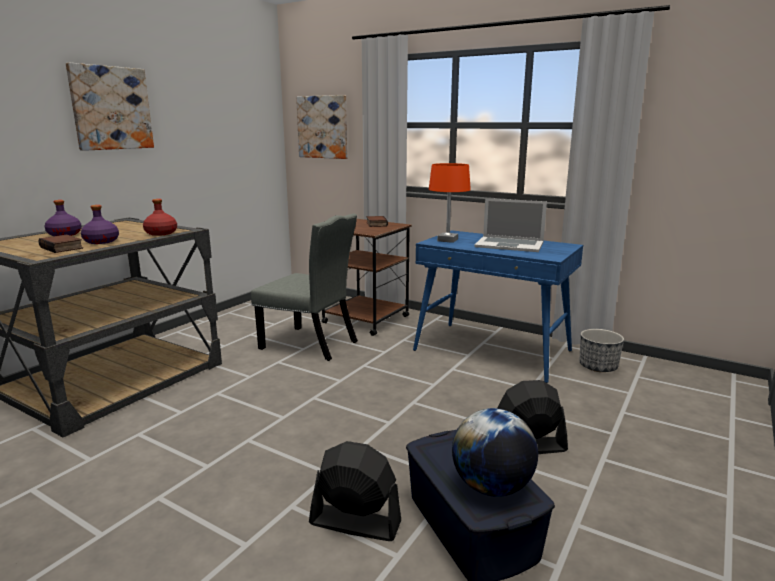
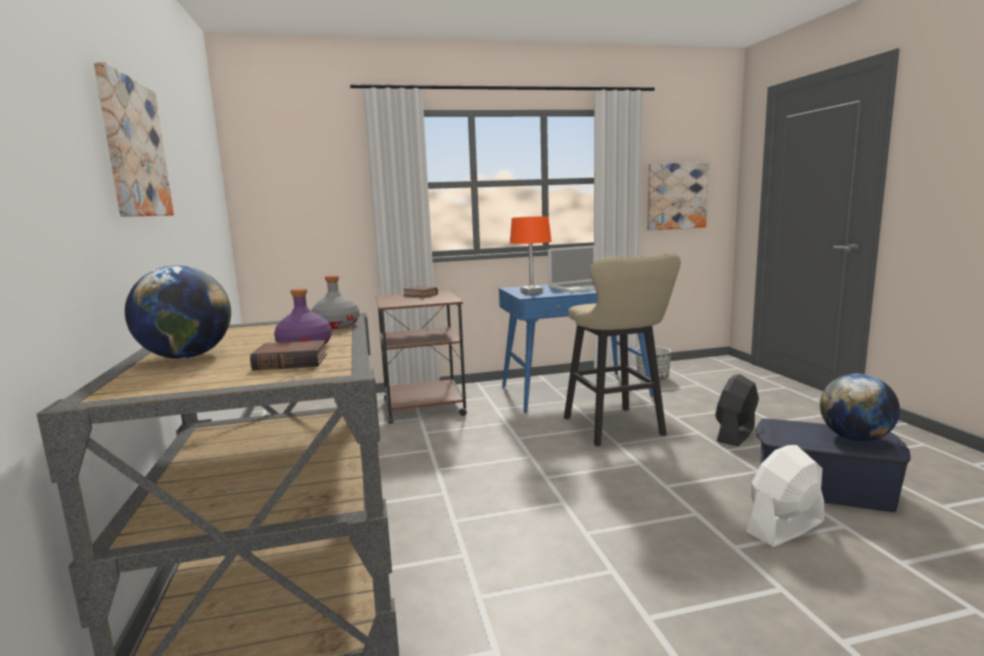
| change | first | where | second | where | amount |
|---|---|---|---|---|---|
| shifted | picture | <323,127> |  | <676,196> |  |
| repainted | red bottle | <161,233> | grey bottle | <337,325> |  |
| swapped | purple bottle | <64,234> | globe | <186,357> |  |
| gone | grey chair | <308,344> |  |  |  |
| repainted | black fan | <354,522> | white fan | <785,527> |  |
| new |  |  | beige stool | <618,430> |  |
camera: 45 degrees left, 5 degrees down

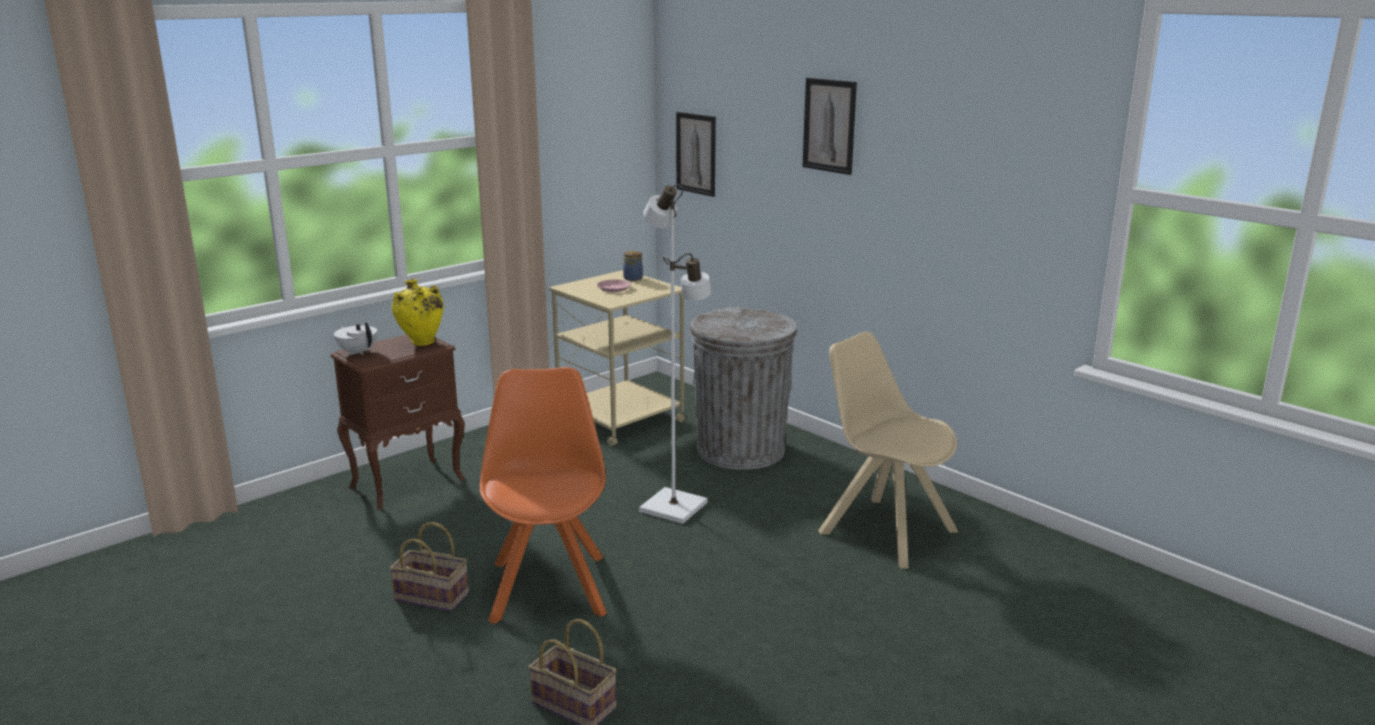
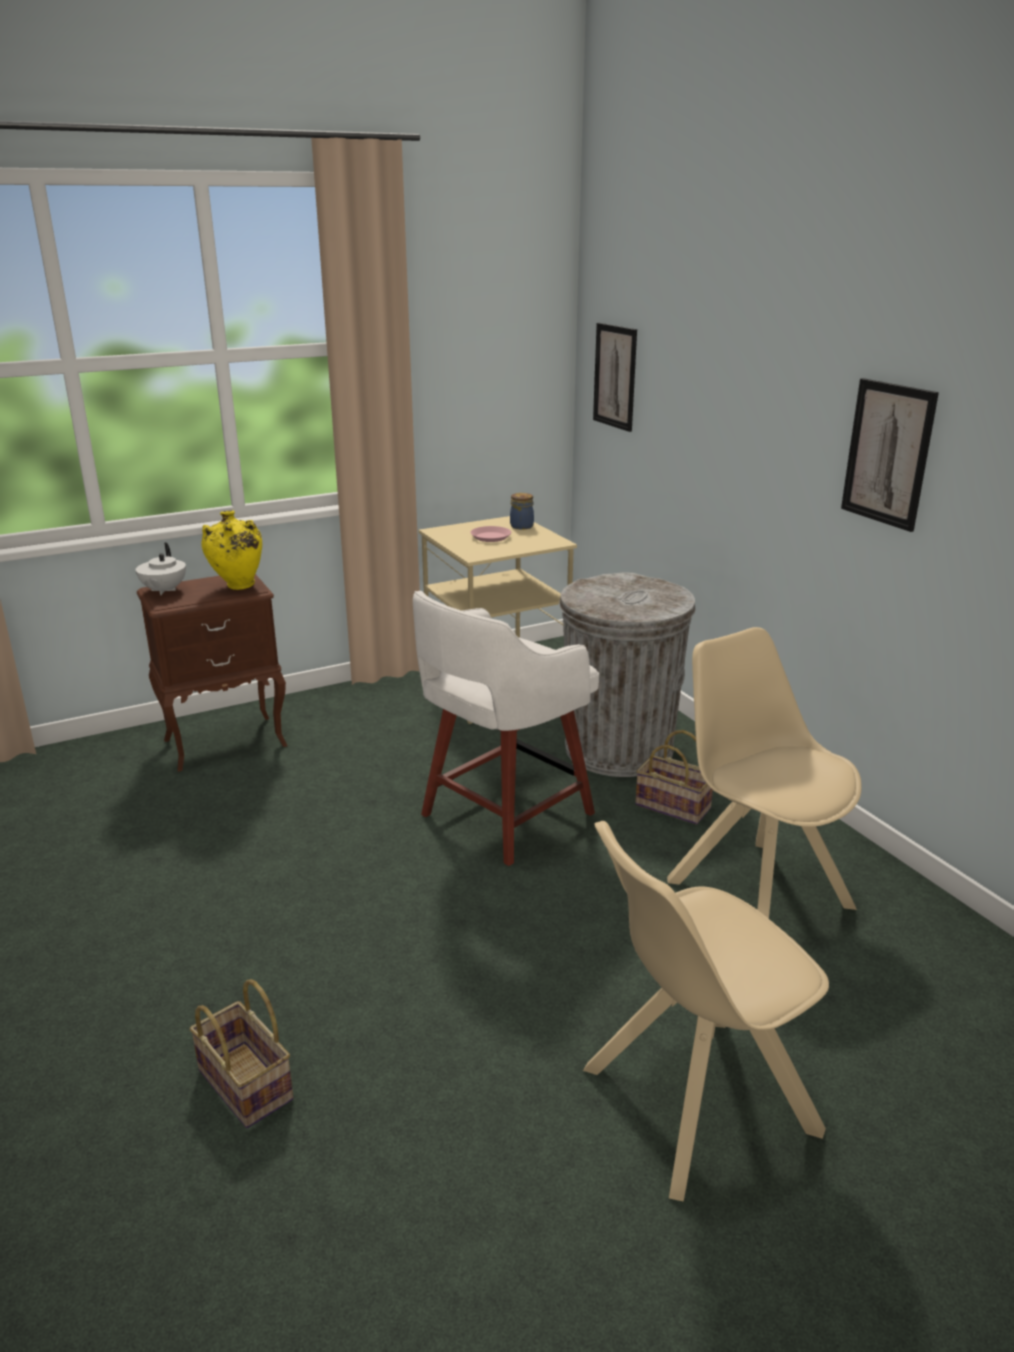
| change | first | where | second | where | amount |
|---|---|---|---|---|---|
| shifted | picture | <829,125> |  | <888,454> |  |
| swapped | white floor lamp | <673,507> | white stool | <502,816> |  |
| rotated | white teapot | <358,352> |  | <163,591> | 150 degrees counterclockwise |
| gone | orange chair | <549,585> |  |  |  |
| shifted | basket | <434,596> |  | <675,806> |  |
| new |  |  | beige chair | <693,1102> |  |
camera: 15 degrees right, 5 degrees up

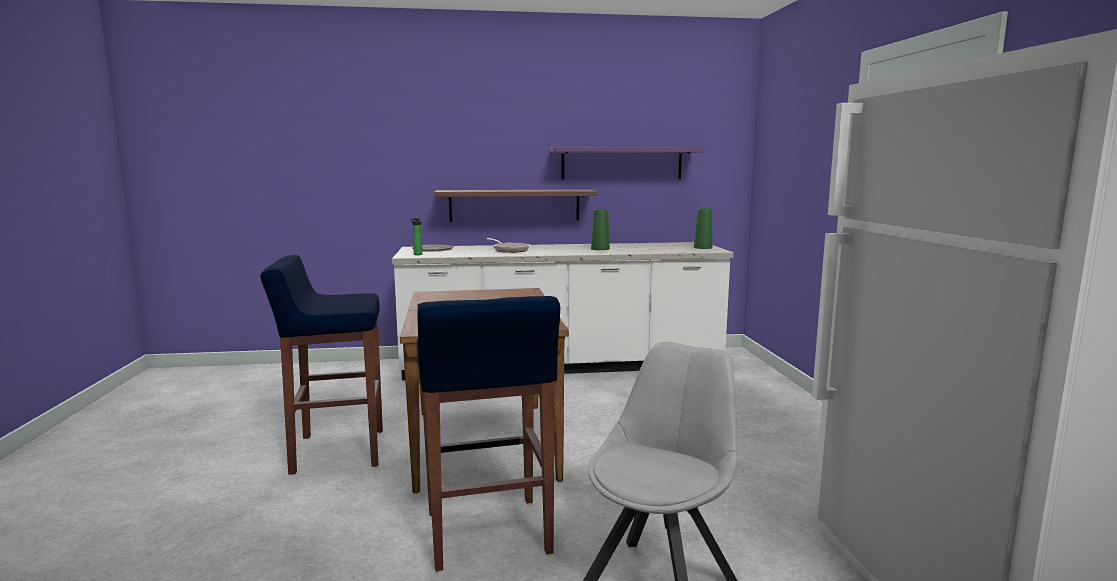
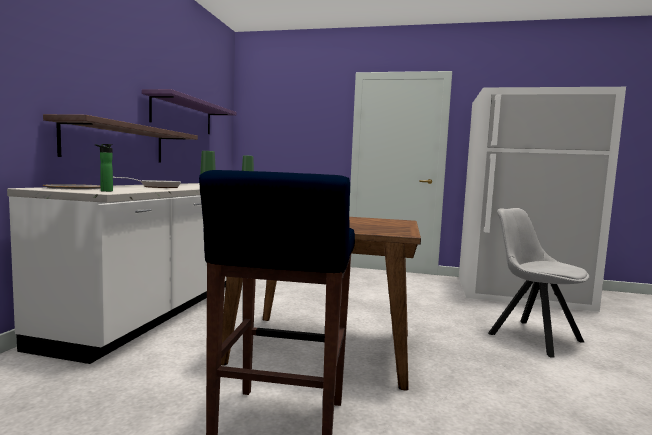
| change | first | where | second | where | amount |
|---|---|---|---|---|---|
| gone | blue stool | <487,534> |  |  |  |
camera: 70 degrees left, 5 degrees down

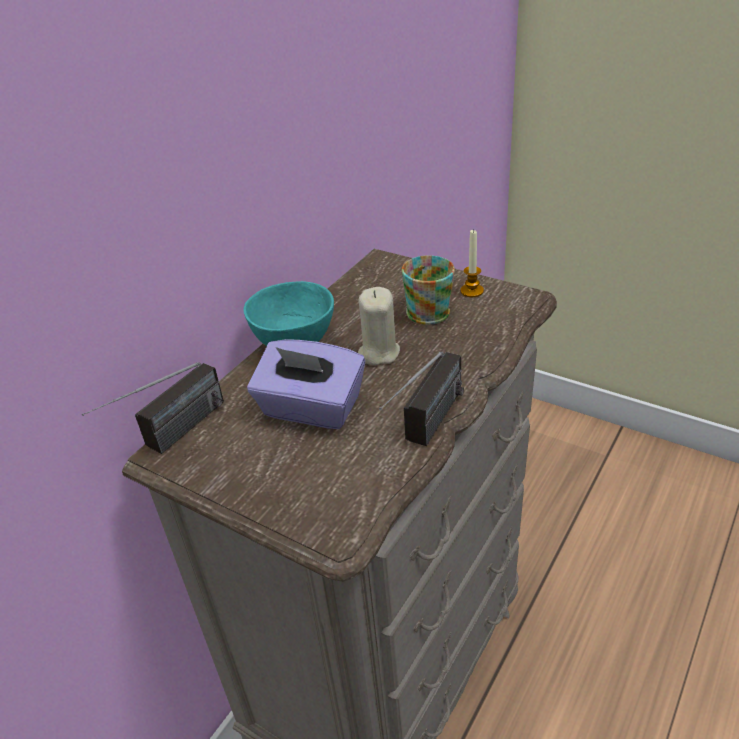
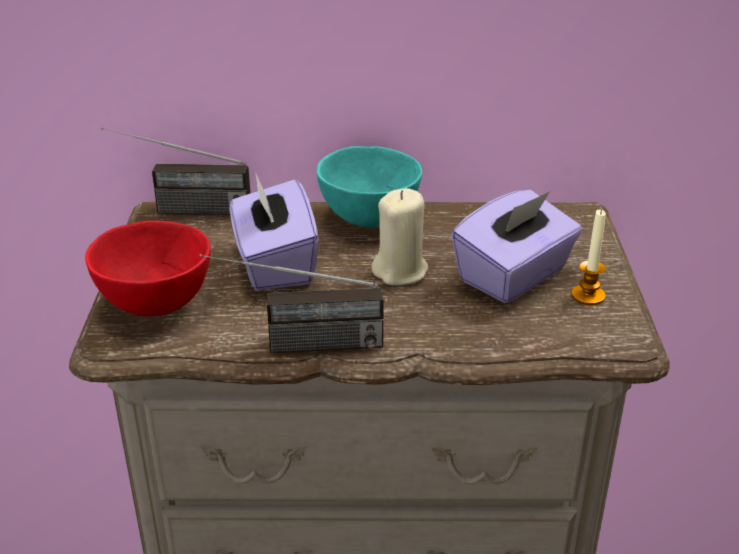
| change | first | where | second | where | amount |
|---|---|---|---|---|---|
| swapped | mug | <427,309> | purple tissue box | <514,276> |  |
| new |  |  | red bowl | <154,303> |  |
camera: 55 degrees right, 5 degrees down

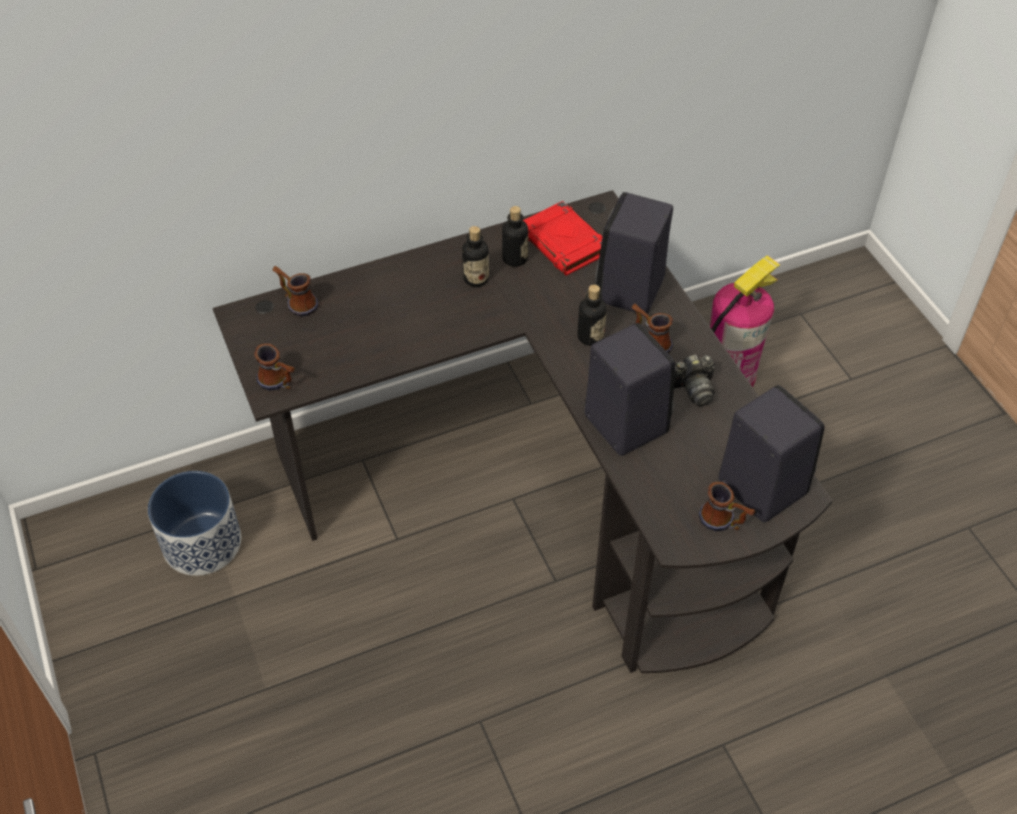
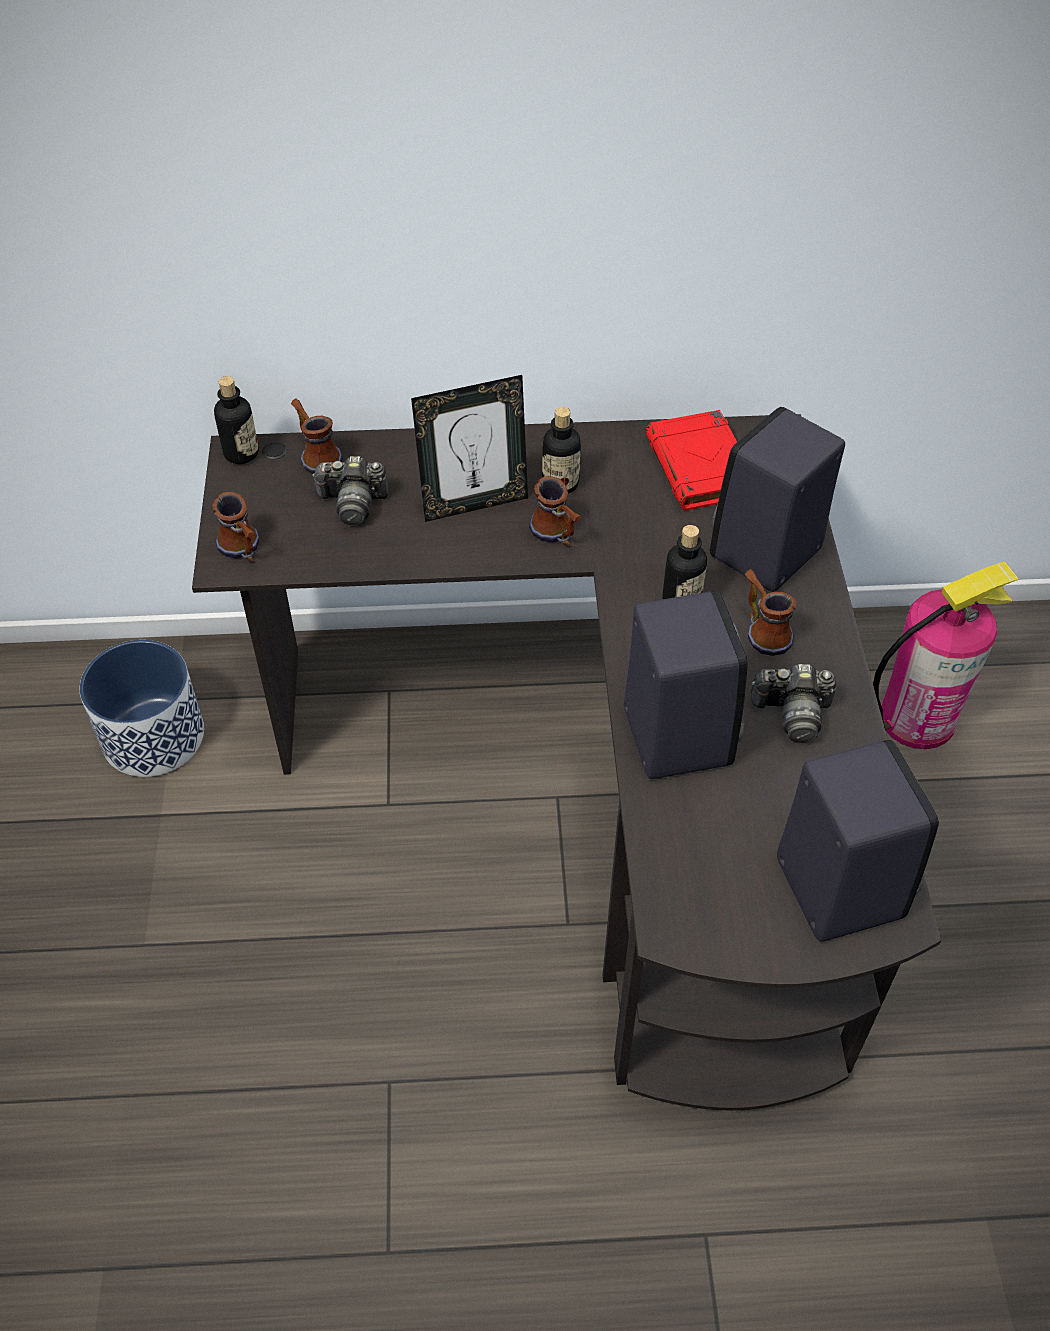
| change | first | where | second | where | amount |
|---|---|---|---|---|---|
| shifted | bottle | <515,258> |  | <241,453> |  |
| shifted | mug | <724,522> |  | <557,535> |  |
| new |  |  | picture frame | <474,503> |  |
| new |  |  | photo camera | <353,503> |  |
camera: 20 degrees right, 0 degrees up

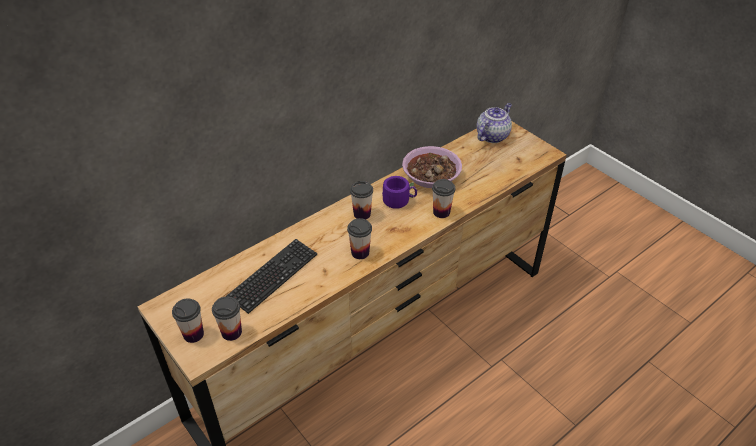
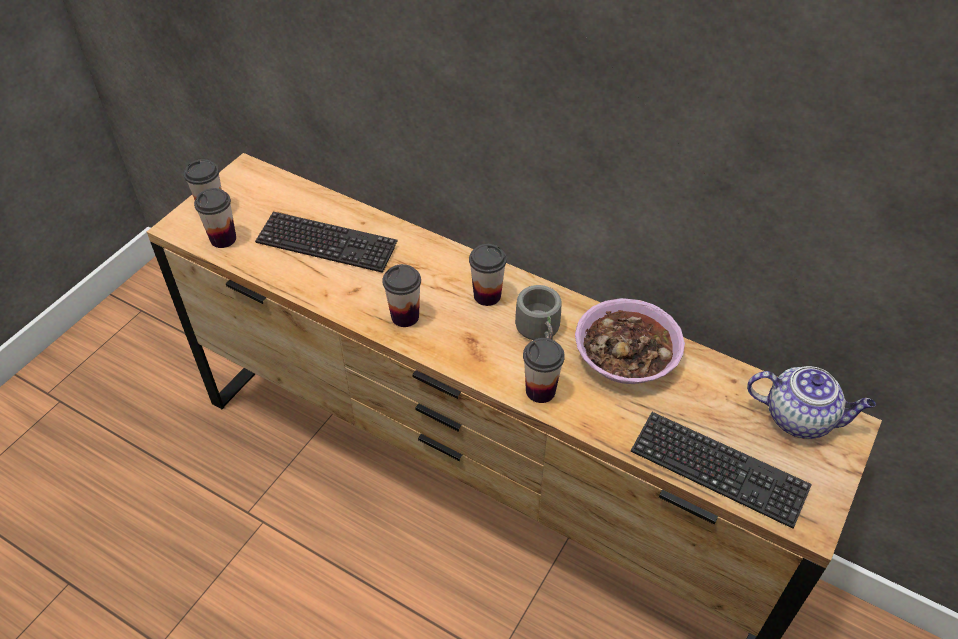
| change | first | where | second | where | amount |
|---|---|---|---|---|---|
| repainted | purple mug | <399,200> | grey mug | <541,330> |  |
| new |  |  | keyboard | <718,470> |  |
camera: 70 degrees right, 5 degrees up

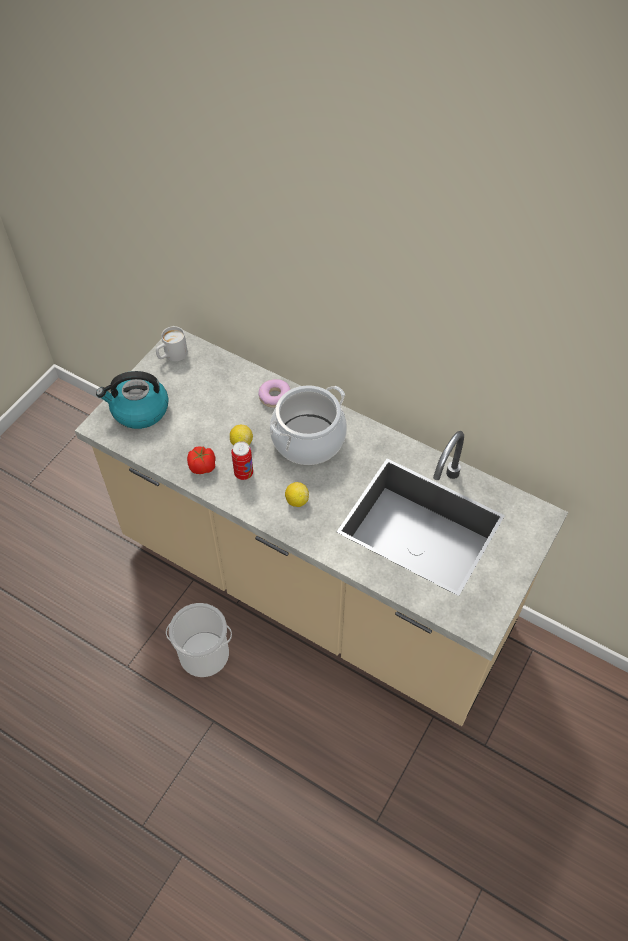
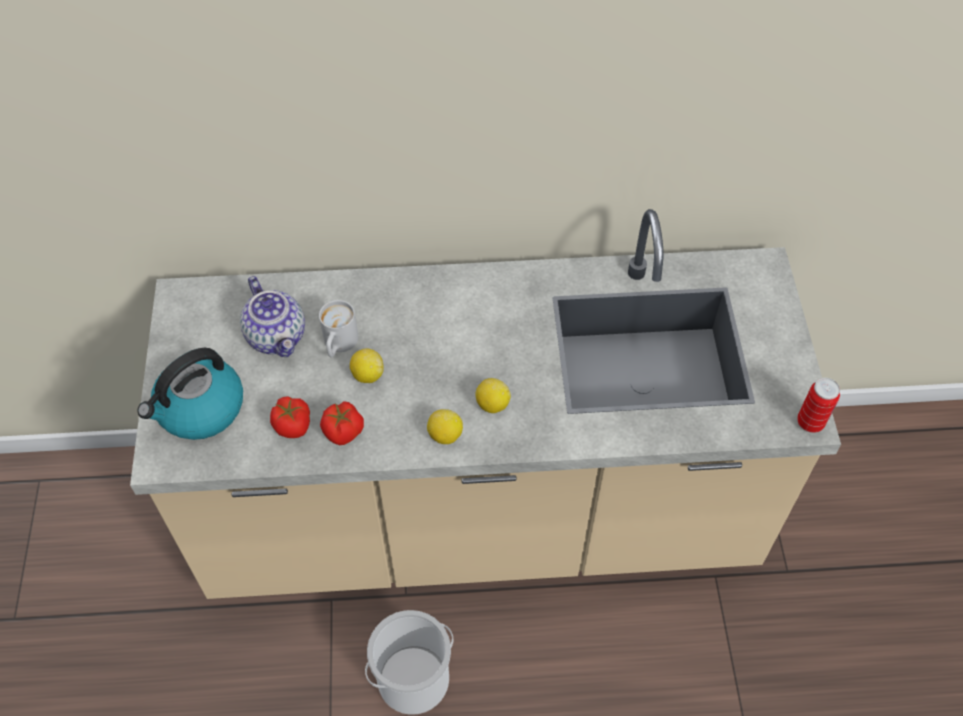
| change | first | where | second | where | amount |
|---|---|---|---|---|---|
| shifted | white mug | <172,355> |  | <338,345> |  |
| gone | donut | <275,396> |  |  |  |
| gone | cooking pot | <308,439> |  |  |  |
| shifted | can | <243,473> |  | <810,422> |  |
| new |  |  | teapot | <277,336> |  |
| new |  |  | tomato | <293,425> |  |
| new |  |  | lemon | <445,435> |  |
camera: 35 degrees left, 0 degrees up

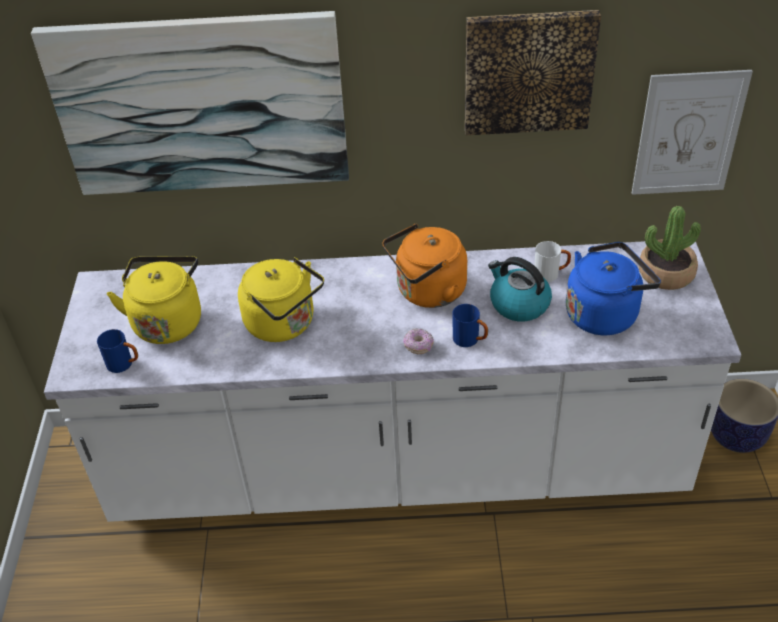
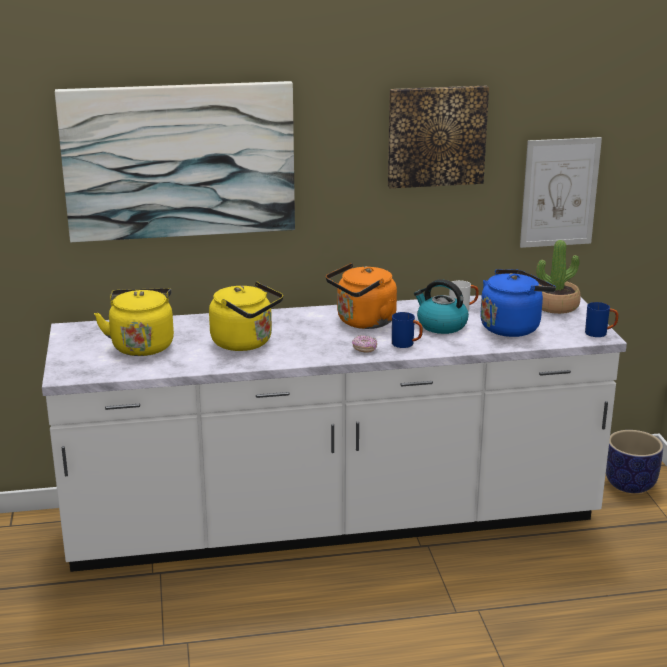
| change | first | where | second | where | amount |
|---|---|---|---|---|---|
| shifted | blue mug | <124,364> |  | <600,333> |  |
camera: 10 degrees left, 20 degrees down

